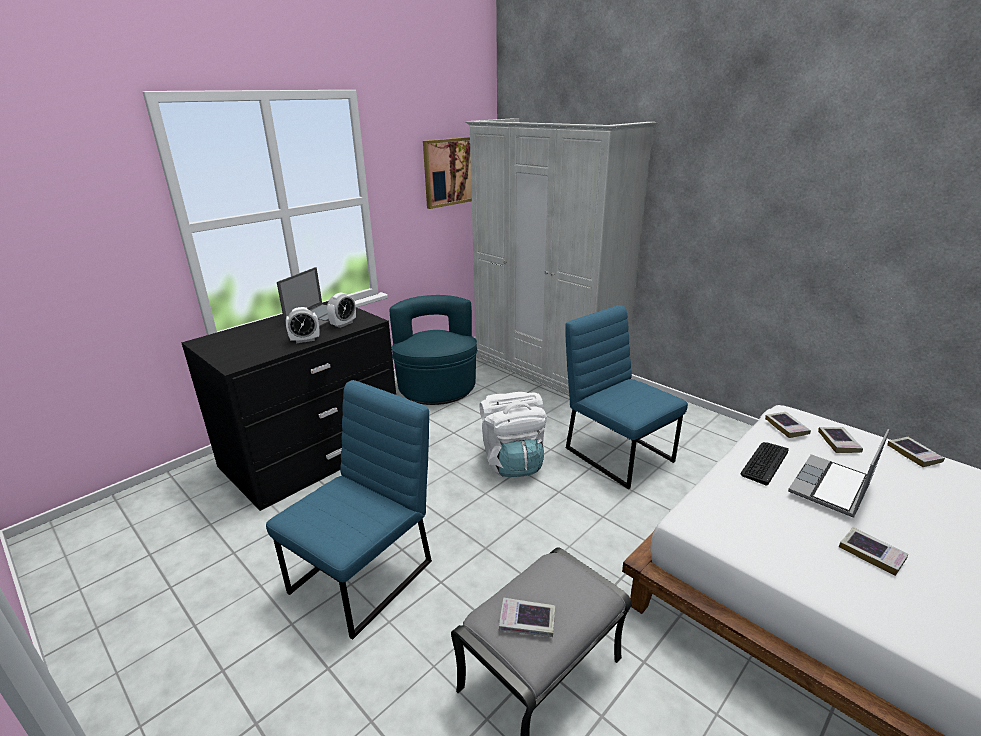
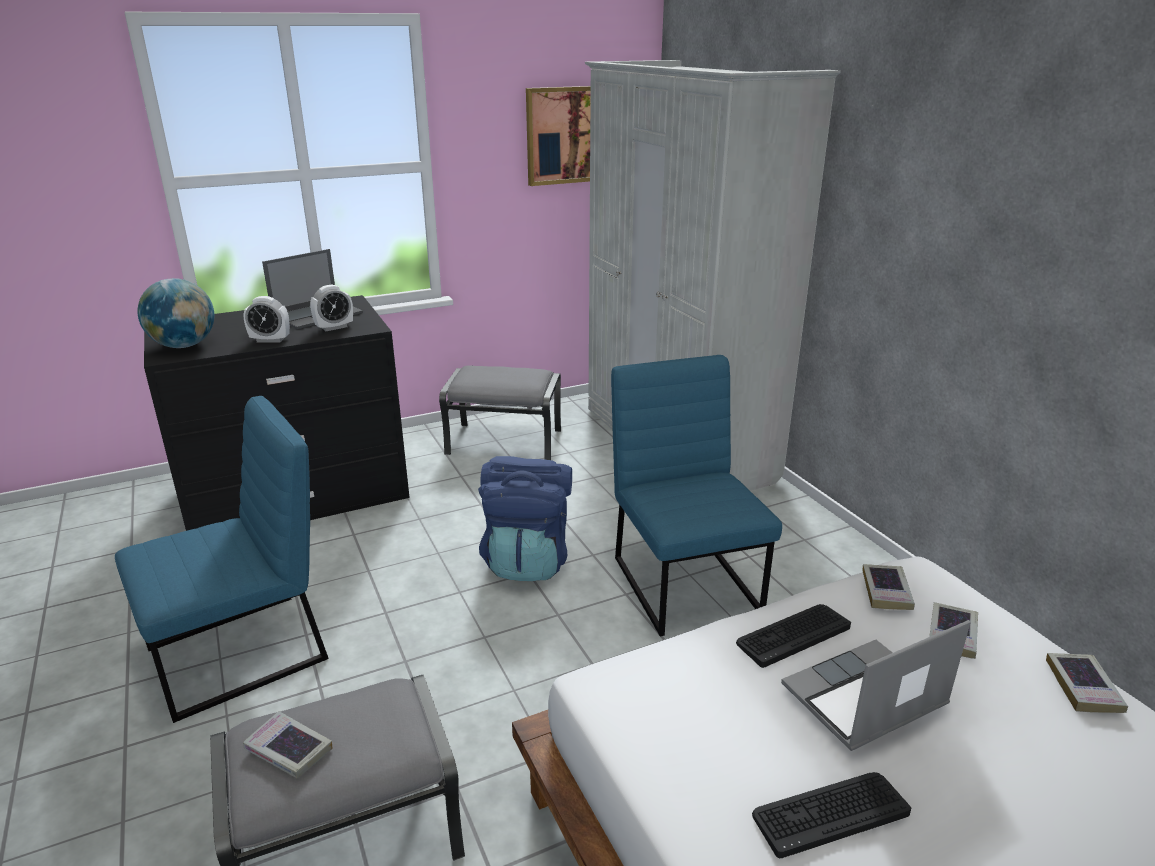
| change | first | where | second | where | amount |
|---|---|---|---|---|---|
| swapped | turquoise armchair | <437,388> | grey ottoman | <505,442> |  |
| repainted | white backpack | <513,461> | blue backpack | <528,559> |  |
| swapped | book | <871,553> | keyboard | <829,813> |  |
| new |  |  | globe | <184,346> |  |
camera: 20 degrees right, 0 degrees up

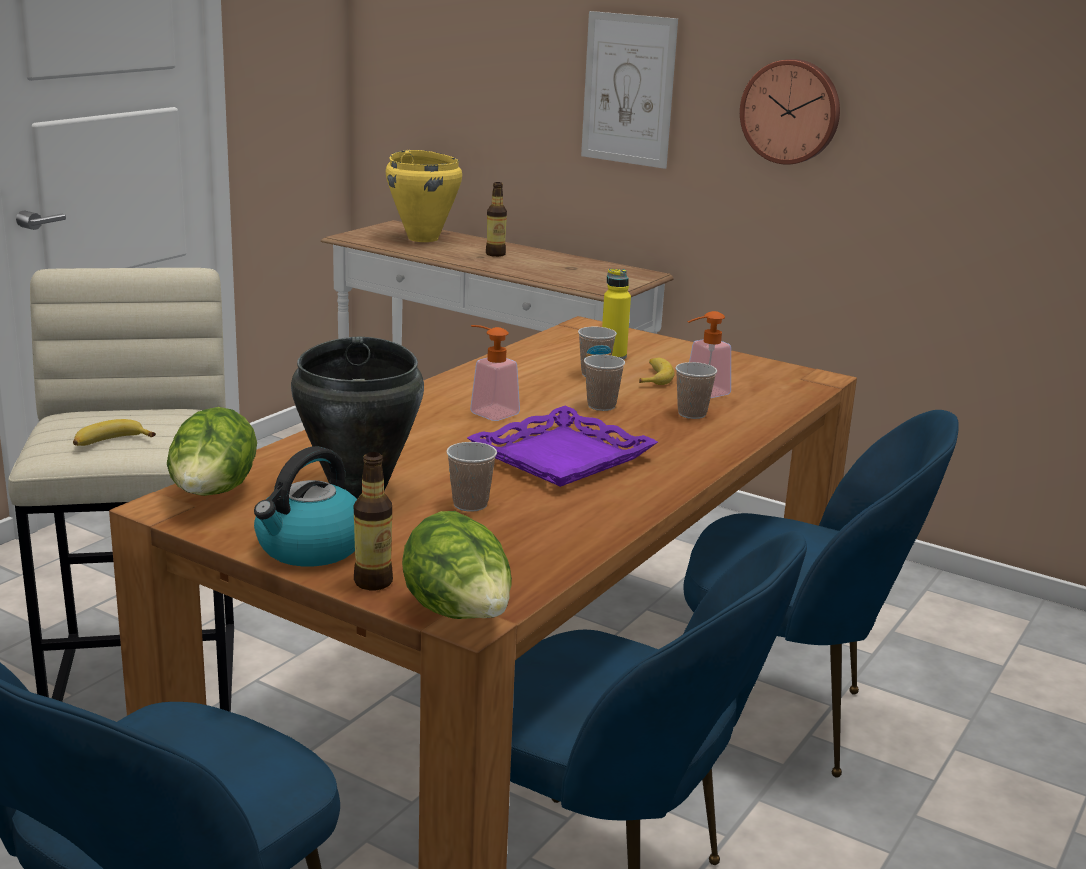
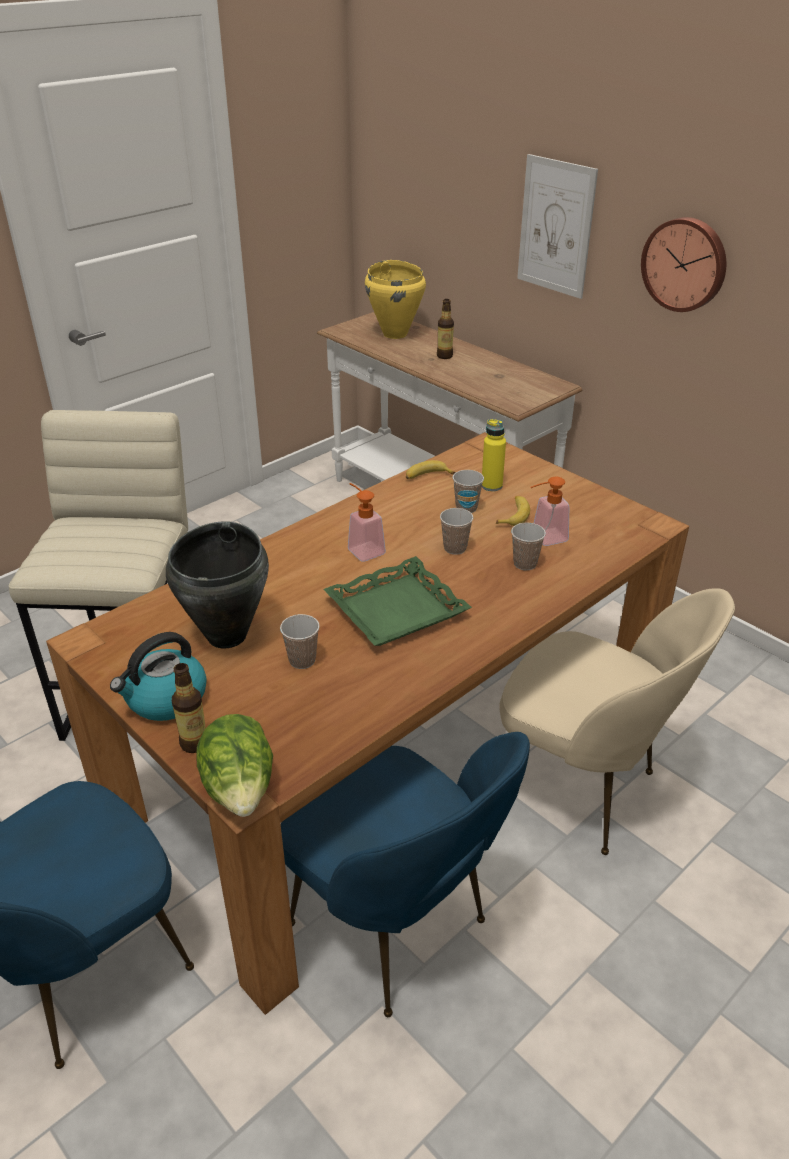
| change | first | where | second | where | amount |
|---|---|---|---|---|---|
| repainted | purple tray | <562,457> | green tray | <396,610> |  |
| gone | lettuce | <213,495> |  |  |  |
| repainted | blue chair | <787,720> | beige chair | <585,793> |  |
| shifted | banana | <110,442> |  | <427,476> |  |
camera: 15 degrees right, 15 degrees up

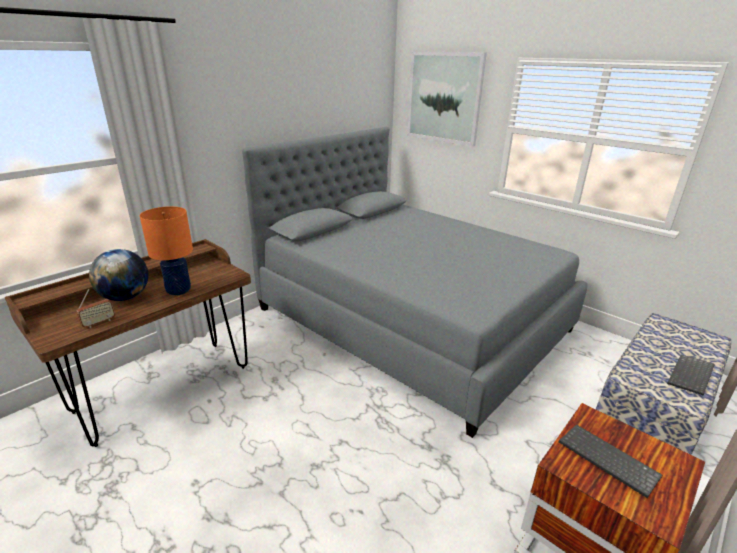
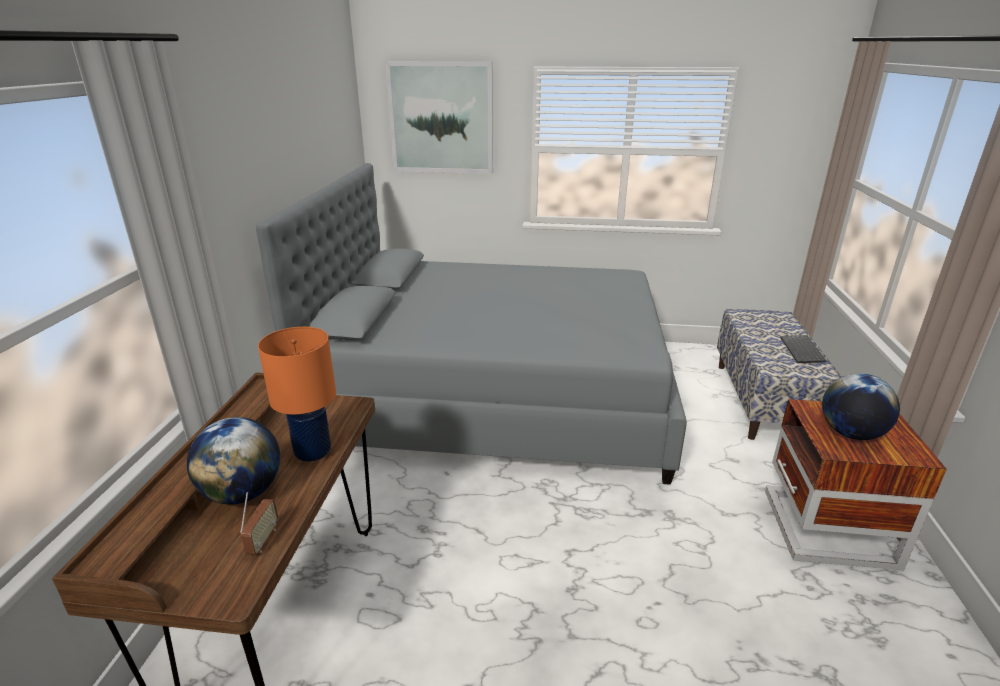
| change | first | where | second | where | amount |
|---|---|---|---|---|---|
| swapped | keyboard | <605,460> | globe | <851,434> |  |
camera: 35 degrees left, 0 degrees up

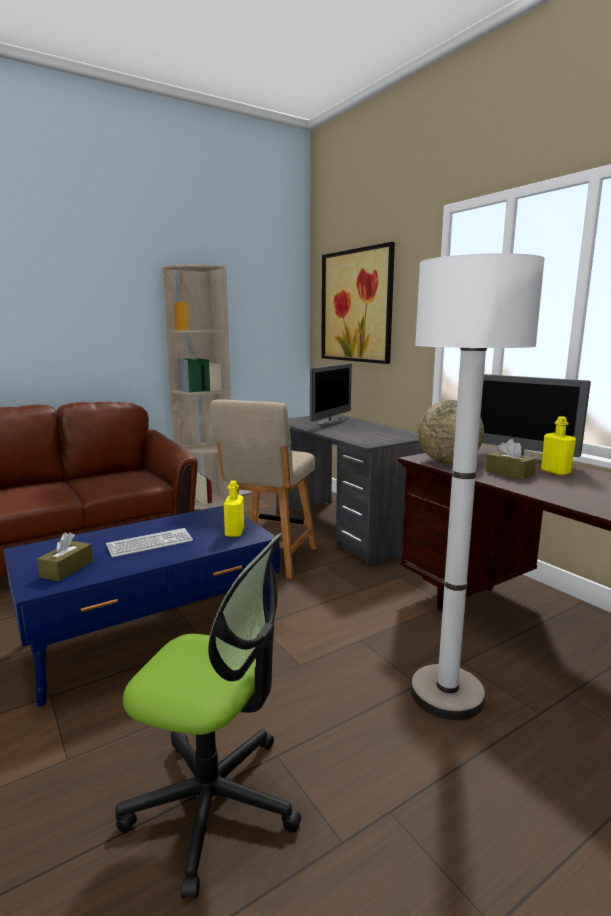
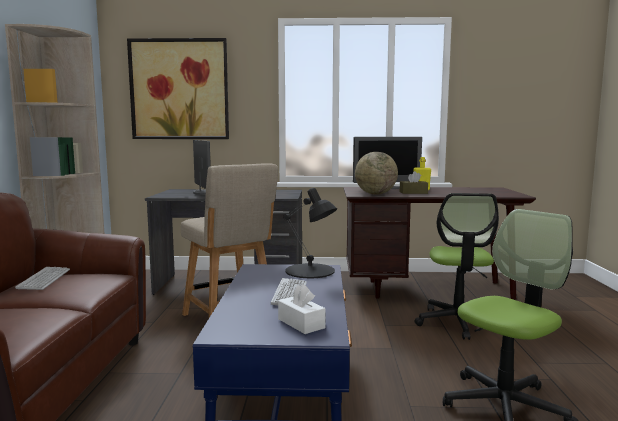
| change | first | where | second | where | amount |
|---|---|---|---|---|---|
| swapped | white floor lamp | <446,694> | office chair | <458,322> |  |
| swapped | yellow bottle | <234,532> | black table lamp | <310,271> |  |
| repainted | brown tissue box | <67,569> | white tissue box | <301,323> |  |
| new |  |  | keyboard | <44,279> |  |
camera: 55 degrees left, 5 degrees down

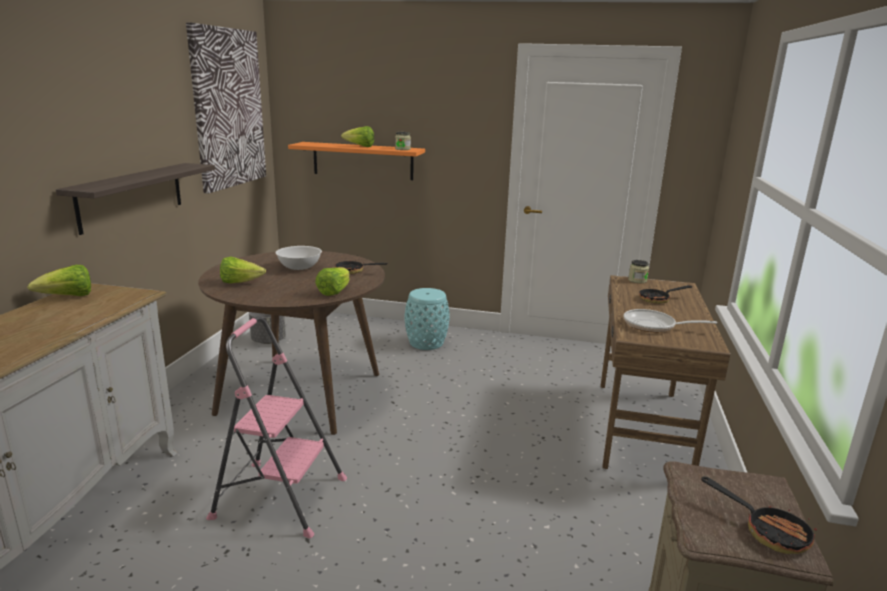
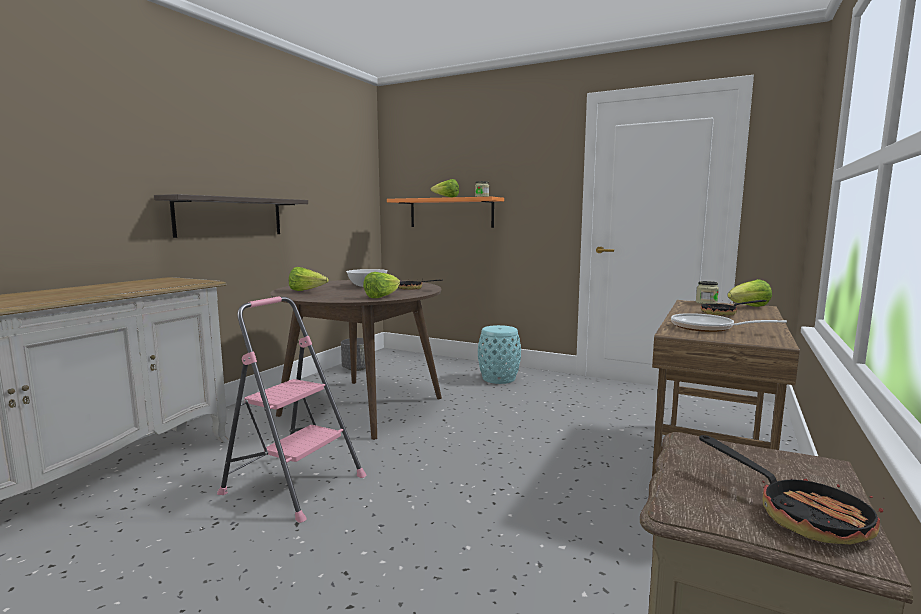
| change | first | where | second | where | amount |
|---|---|---|---|---|---|
| gone | picture | <228,109> |  |  |  |
| shifted | lettuce | <68,297> |  | <748,307> |  |
camera: 15 degrees right, 10 degrees down

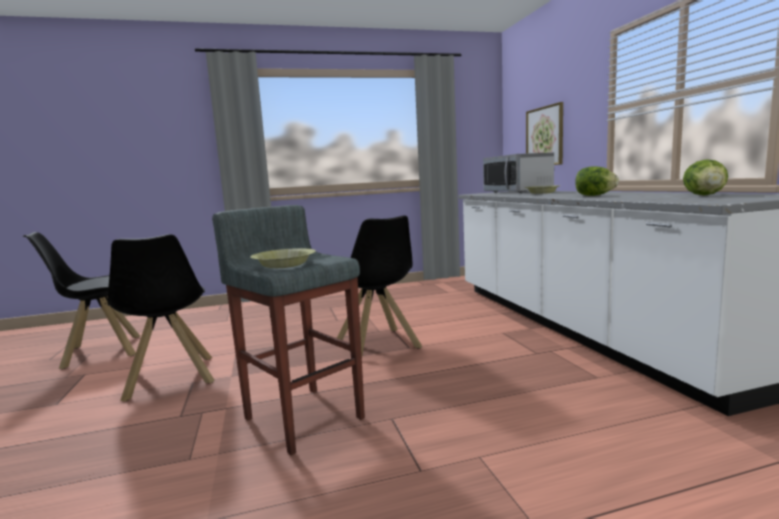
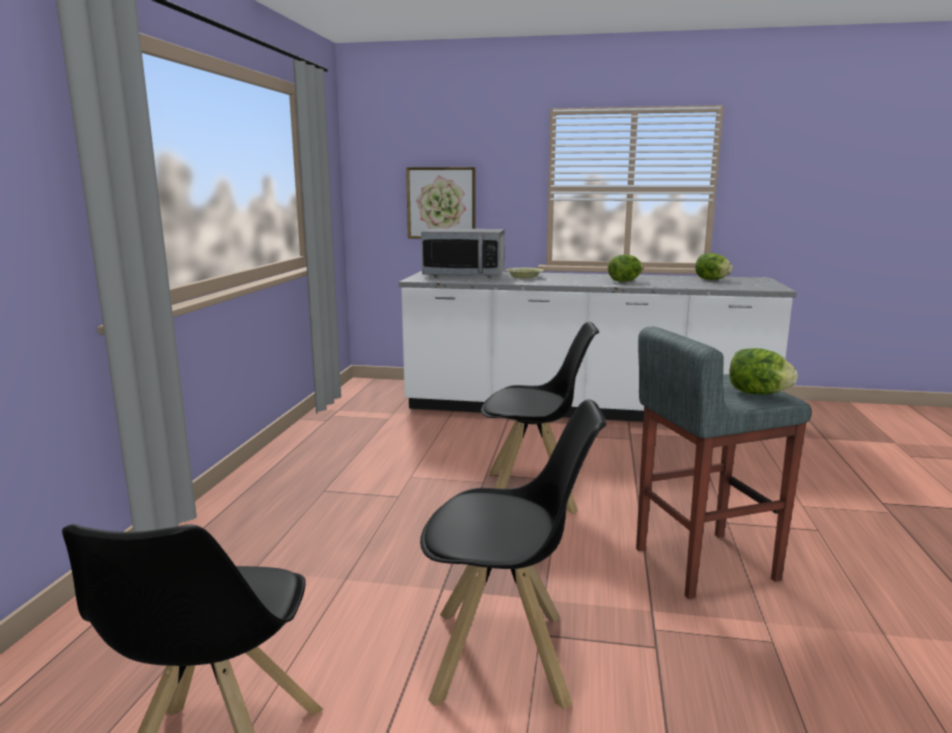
| change | first | where | second | where | amount |
|---|---|---|---|---|---|
| swapped | yellow bowl | <284,265> | lettuce | <757,393> |  |
camera: 65 degrees left, 5 degrees up

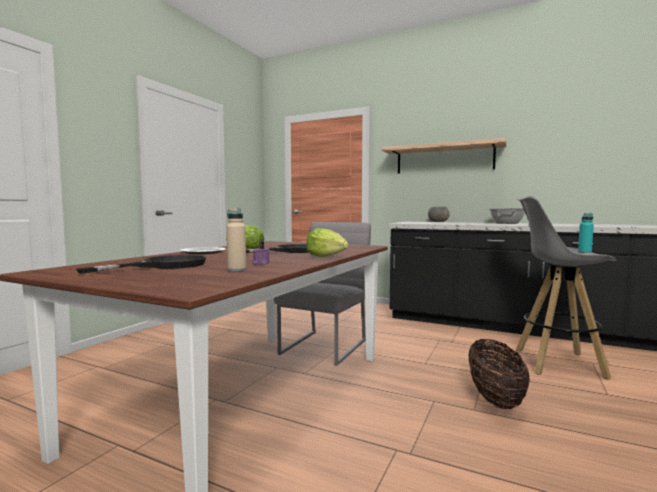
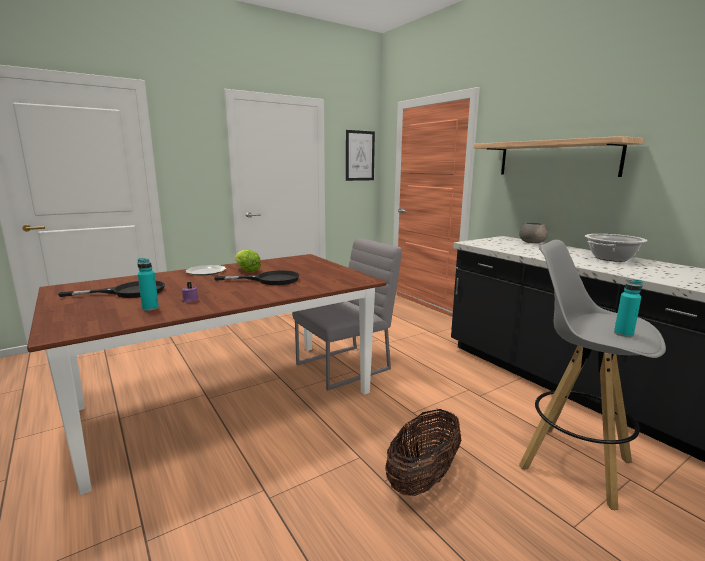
| change | first | where | second | where | amount |
|---|---|---|---|---|---|
| repainted | beige bottle | <237,270> | turquoise bottle | <150,308> |  |
| gone | lettuce | <325,257> |  |  |  |
| new |  |  | picture | <360,156> |  |
camera: 30 degrees right, 10 degrees up

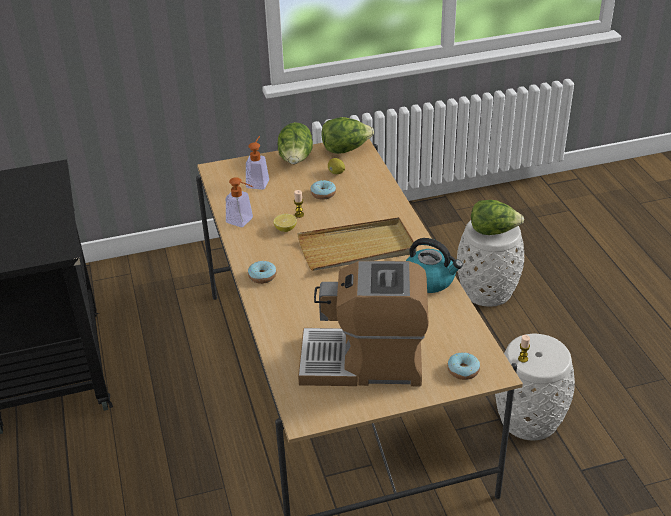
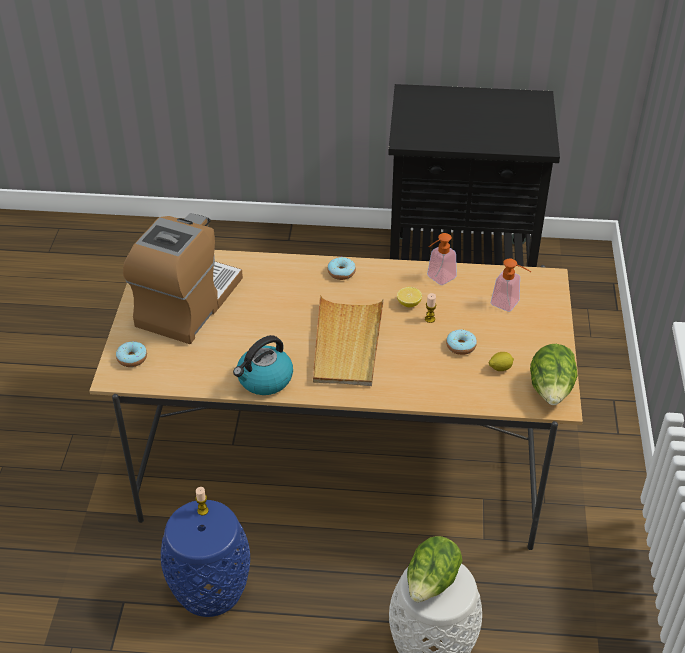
| change | first | where | second | where | amount |
|---|---|---|---|---|---|
| gone | lettuce | <296,160> |  |  |  |
| repainted | white stool | <529,419> | blue stool | <210,589> |  |
camera: 110 degrees right, 5 degrees up

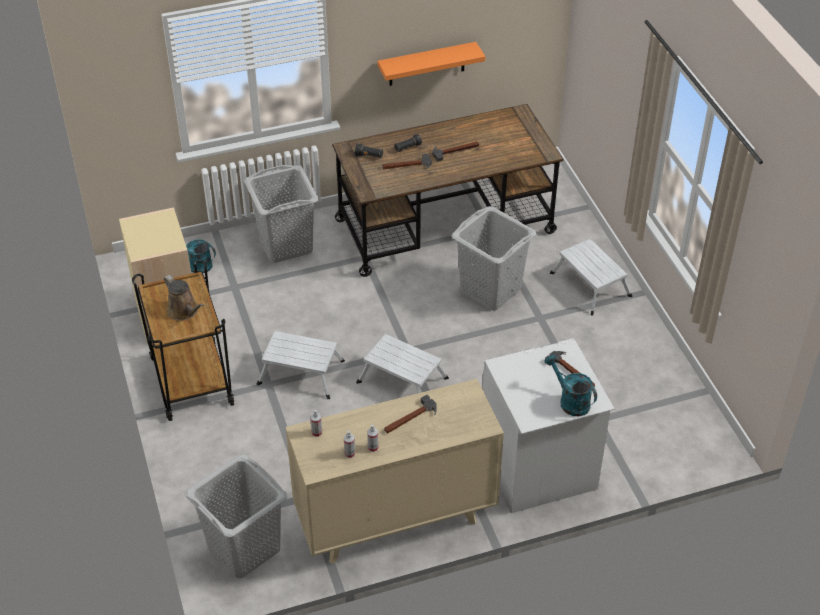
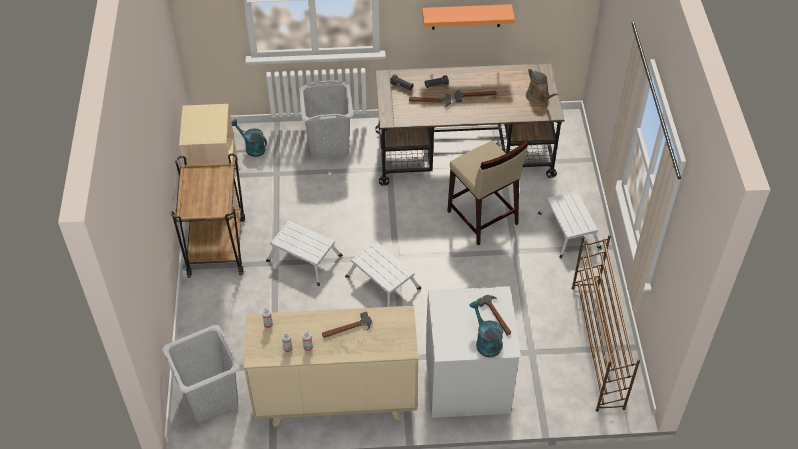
| change | first | where | second | where | amount |
|---|---|---|---|---|---|
| swapped | grey laundry basket | <490,290> | beige stool | <482,218> |  |
| shifted | brown watering can | <184,311> |  | <538,97> |  |
| new |  |  | brown shoe rack | <597,346> |  |
camera: 15 degrees right, 5 degrees up

